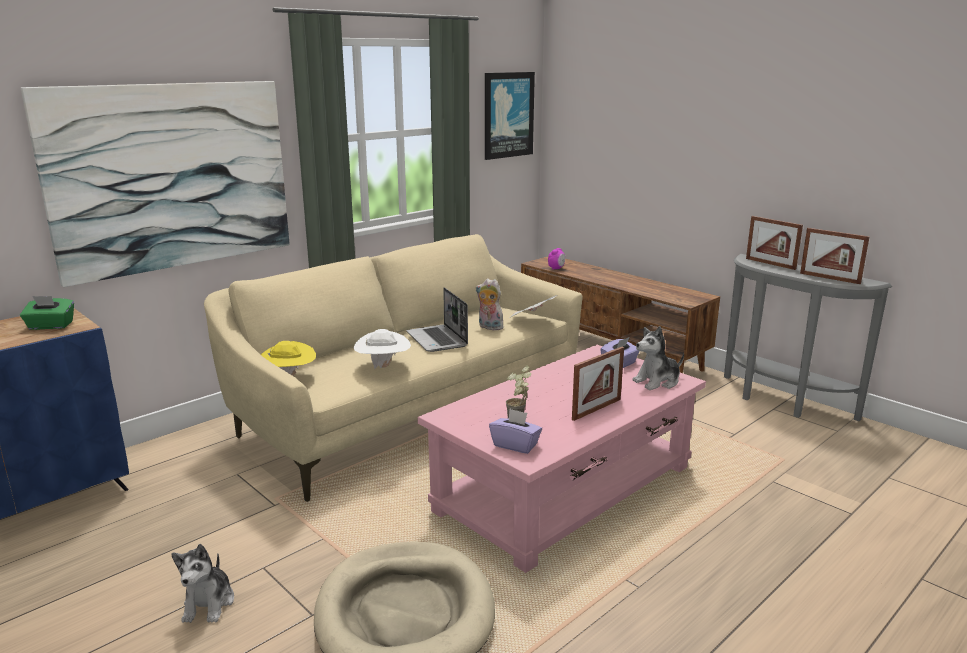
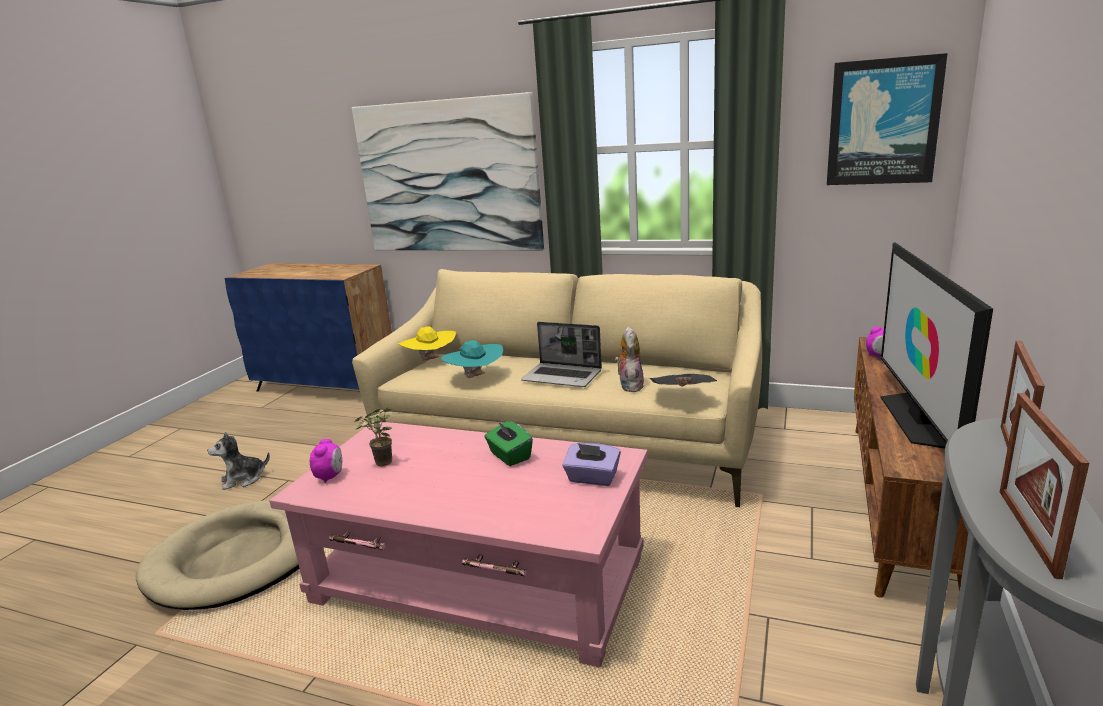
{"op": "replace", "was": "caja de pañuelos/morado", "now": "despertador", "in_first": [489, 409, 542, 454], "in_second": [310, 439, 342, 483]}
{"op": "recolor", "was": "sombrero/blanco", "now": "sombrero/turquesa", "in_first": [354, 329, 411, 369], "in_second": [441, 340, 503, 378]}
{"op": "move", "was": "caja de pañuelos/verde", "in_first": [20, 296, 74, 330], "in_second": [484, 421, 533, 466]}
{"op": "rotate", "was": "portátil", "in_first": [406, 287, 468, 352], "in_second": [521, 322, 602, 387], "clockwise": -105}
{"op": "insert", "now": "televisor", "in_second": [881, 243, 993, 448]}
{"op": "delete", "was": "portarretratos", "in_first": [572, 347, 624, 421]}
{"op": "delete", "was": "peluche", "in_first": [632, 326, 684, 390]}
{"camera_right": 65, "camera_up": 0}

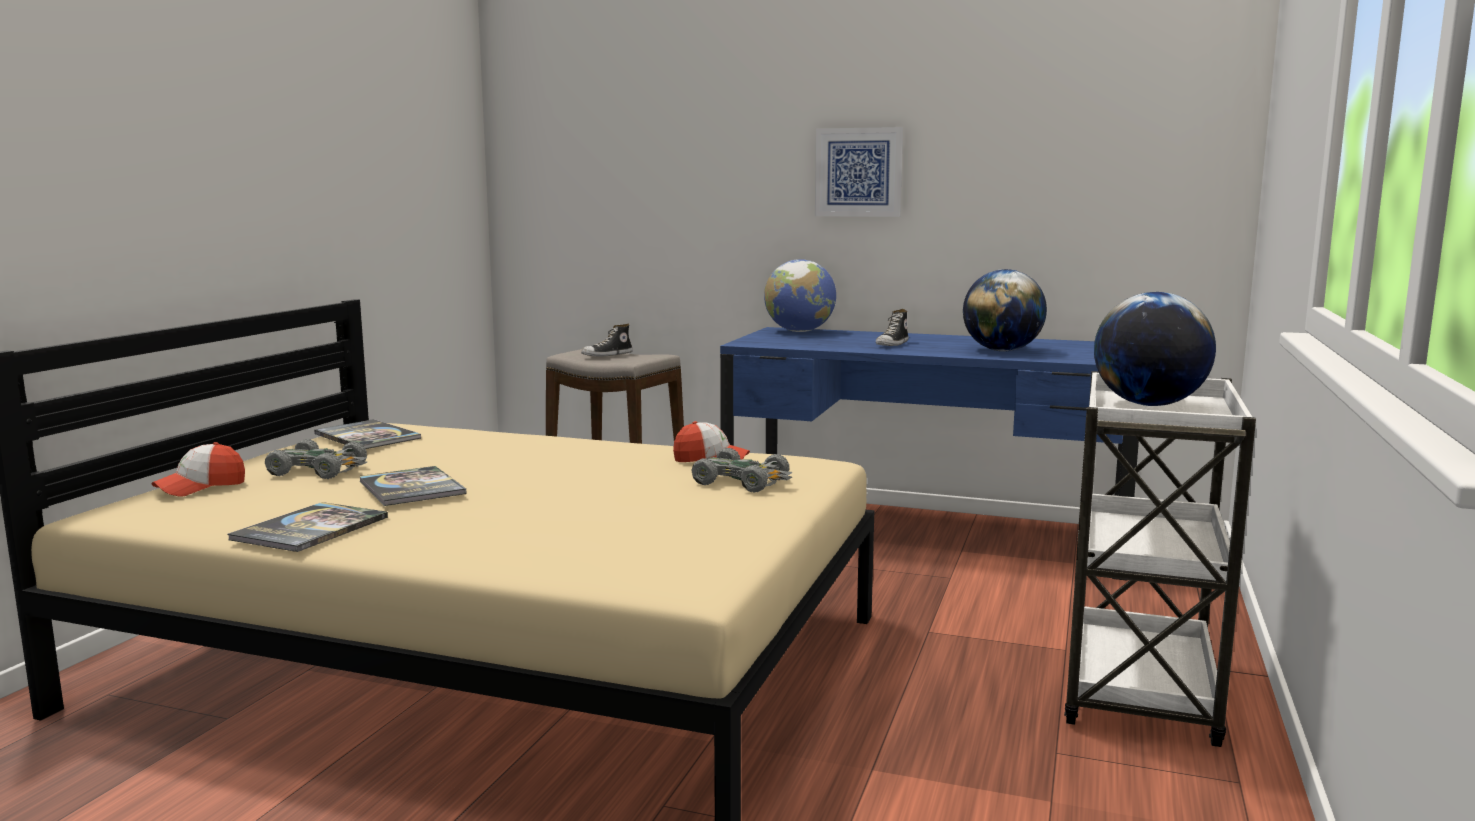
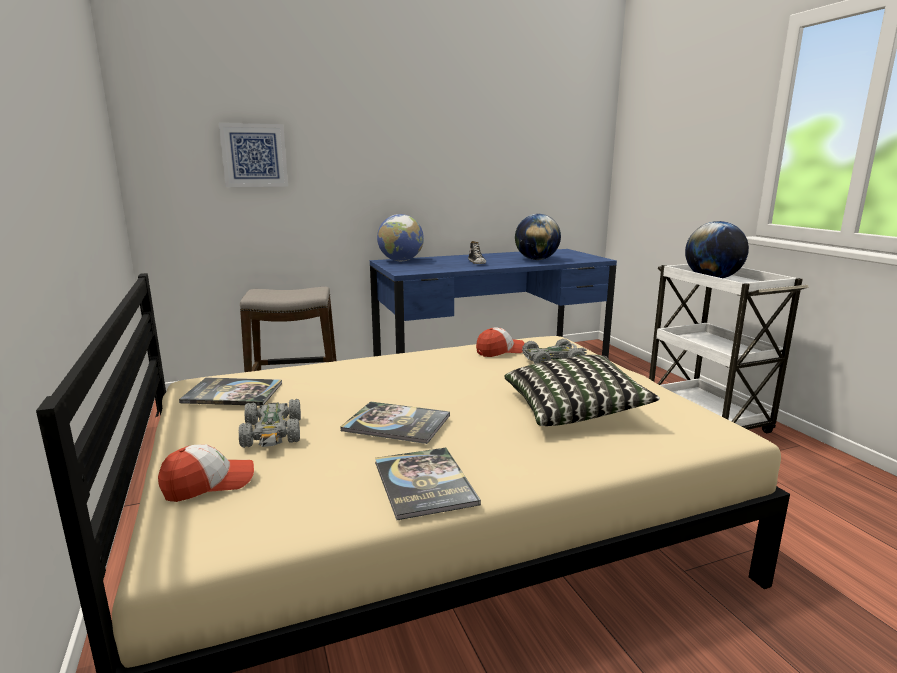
{"op": "rotate", "was": "gorra", "in_first": [151, 442, 245, 497], "in_second": [158, 445, 254, 502], "clockwise": -120}
{"op": "move", "was": "cuadro", "in_first": [815, 127, 903, 217], "in_second": [219, 123, 288, 187]}
{"op": "rotate", "was": "coche de juguete/gris", "in_first": [265, 439, 367, 479], "in_second": [239, 399, 301, 448], "clockwise": 105}
{"op": "insert", "now": "cojín", "in_second": [504, 355, 660, 426]}
{"op": "delete", "was": "zapato", "in_first": [581, 324, 633, 356]}
{"camera_right": -40, "camera_up": 5}

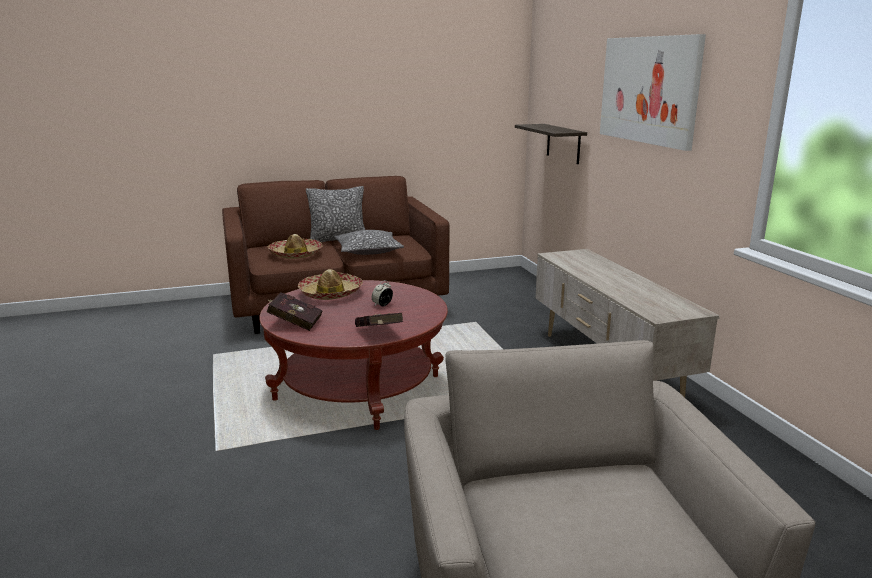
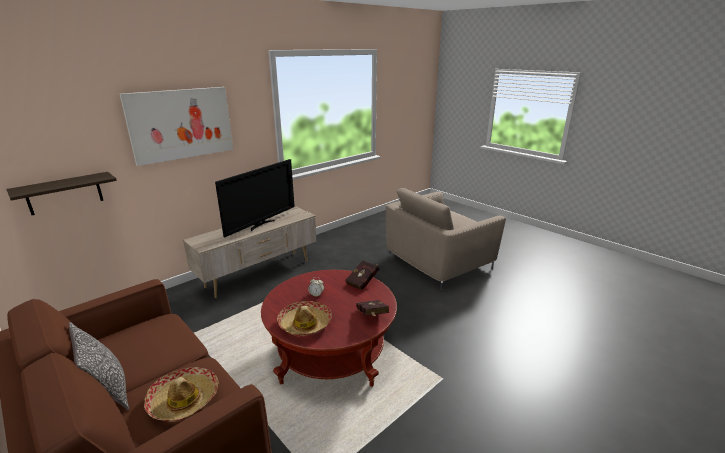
{"op": "insert", "now": "televisor", "in_second": [215, 159, 295, 237]}
{"op": "delete", "was": "cojín", "in_first": [334, 230, 404, 255]}
{"camera_right": -115, "camera_up": 5}

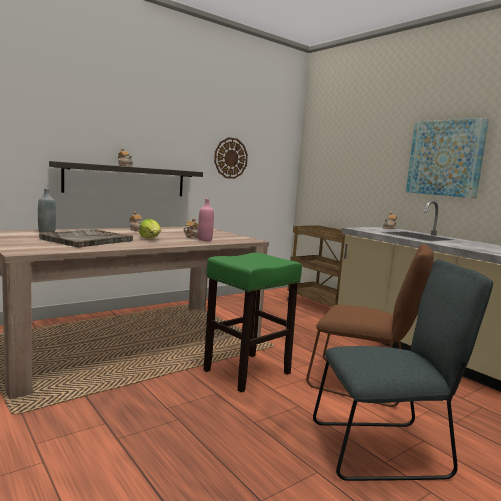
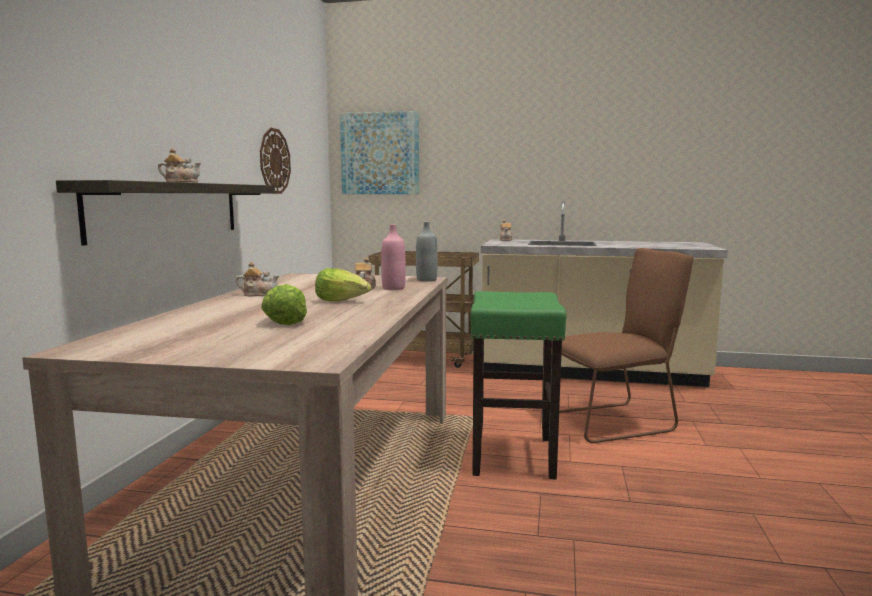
{"op": "replace", "was": "bandeja/gris", "now": "lechuga", "in_first": [39, 229, 133, 248], "in_second": [261, 284, 307, 325]}
{"op": "move", "was": "cuadro", "in_first": [406, 118, 489, 198], "in_second": [340, 111, 419, 194]}
{"op": "move", "was": "botella/gris", "in_first": [38, 189, 56, 233], "in_second": [416, 222, 438, 282]}
{"op": "delete", "was": "silla/gris", "in_first": [313, 260, 493, 481]}
{"camera_right": -40, "camera_up": 0}

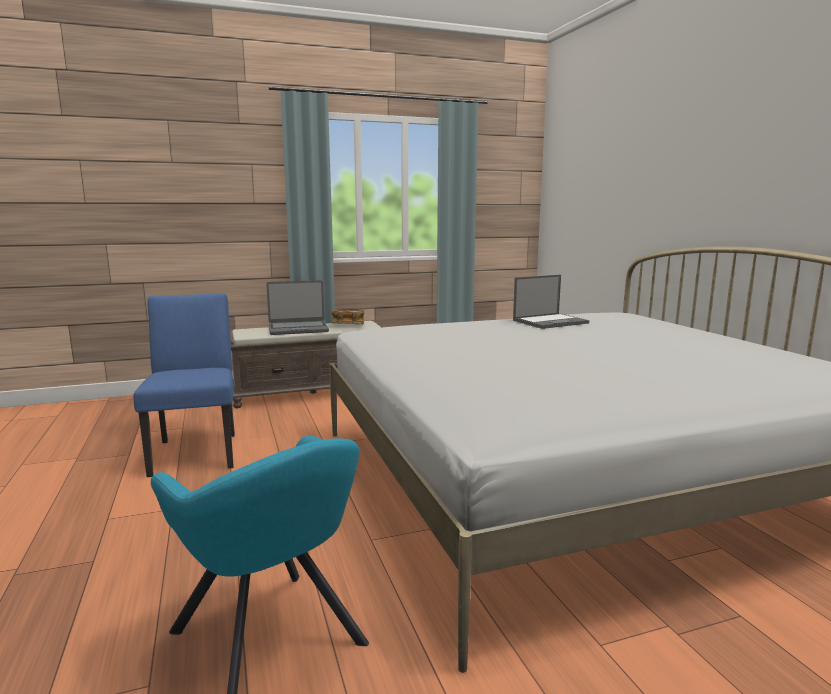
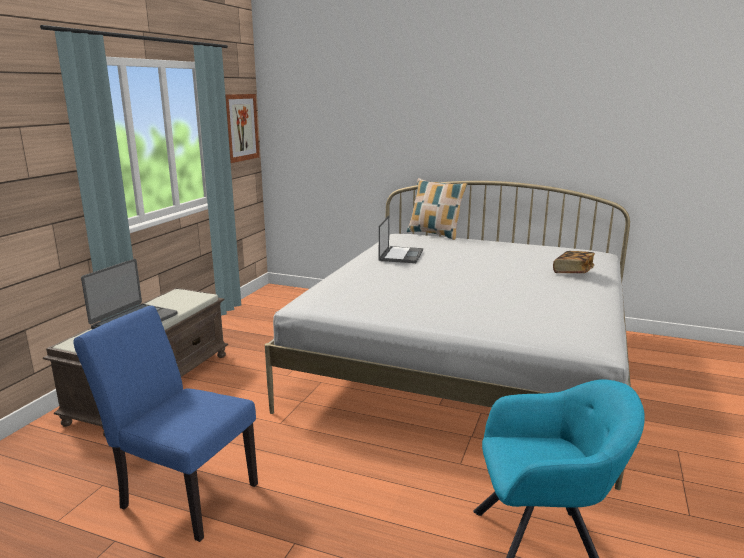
{"op": "insert", "now": "cuadro", "in_second": [225, 94, 259, 163]}
{"op": "insert", "now": "cojín", "in_second": [407, 178, 467, 240]}
{"op": "move", "was": "libro", "in_first": [331, 310, 364, 324], "in_second": [553, 251, 595, 273]}
{"camera_right": -50, "camera_up": 5}

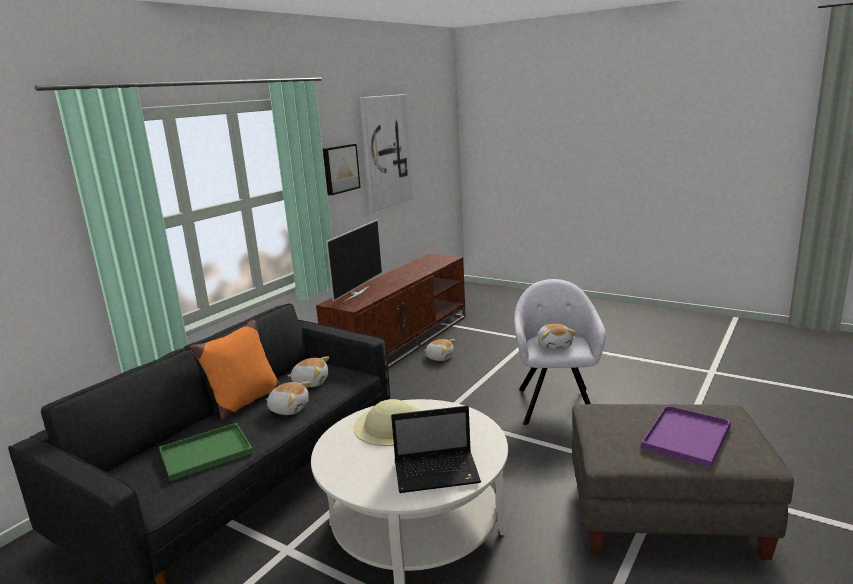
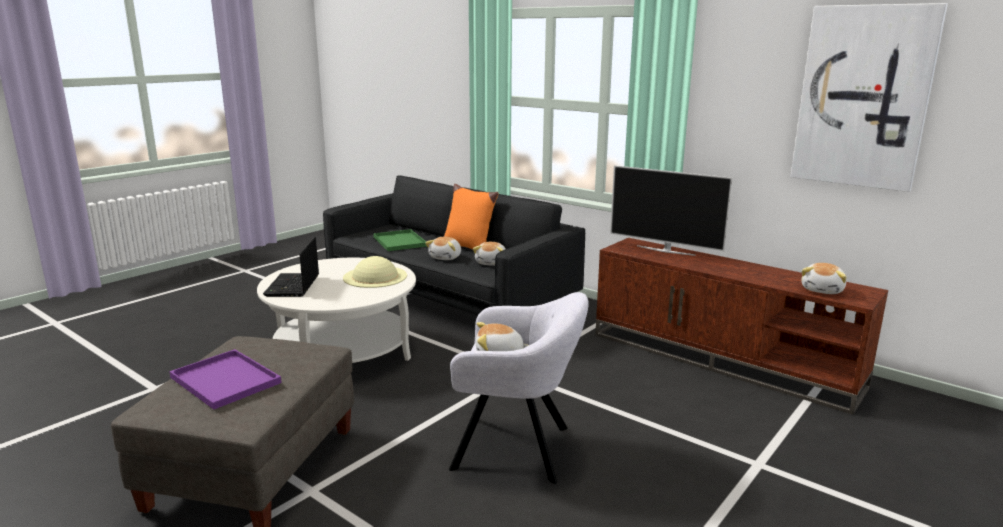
{"op": "move", "was": "peluche", "in_first": [424, 339, 456, 361], "in_second": [801, 263, 847, 294]}
{"op": "delete", "was": "cuadro", "in_first": [323, 144, 361, 195]}
{"camera_right": 95, "camera_up": 0}

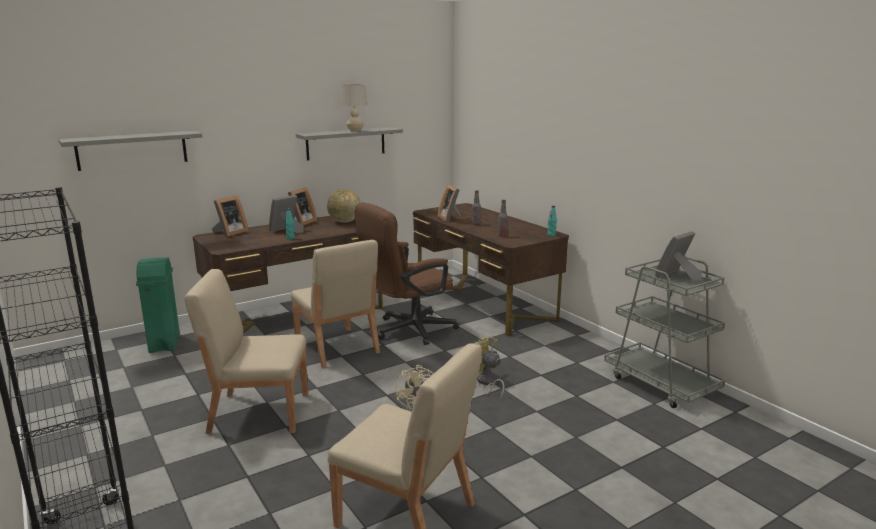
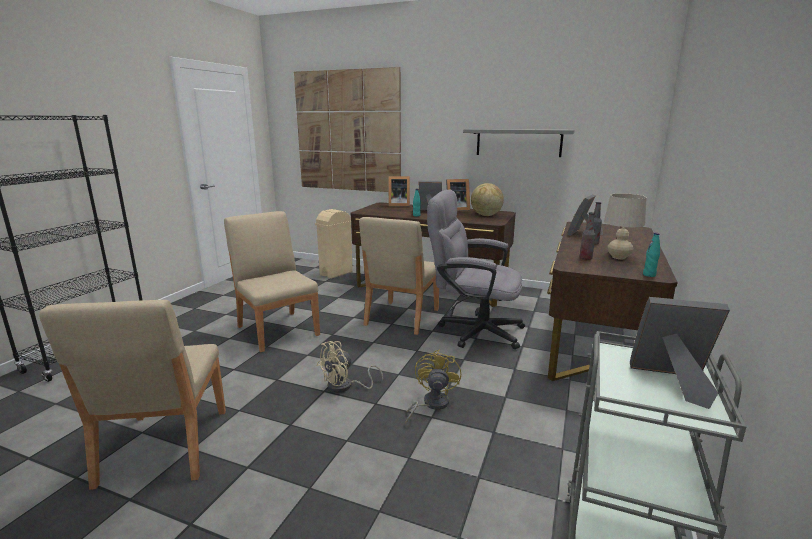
{"op": "replace", "was": "estante/gris", "now": "cuadro", "in_first": [58, 131, 203, 171], "in_second": [294, 67, 401, 192]}
{"op": "recolor", "was": "papelera/verde", "now": "papelera/beis", "in_first": [136, 257, 180, 353], "in_second": [315, 209, 353, 279]}
{"op": "recolor", "was": "silla de oficina/marrón", "now": "silla de oficina/gris", "in_first": [355, 202, 459, 345], "in_second": [427, 189, 525, 349]}
{"op": "move", "was": "lámpara de mesa/beis", "in_first": [341, 84, 368, 132], "in_second": [604, 193, 647, 259]}
{"camera_right": 55, "camera_up": 0}

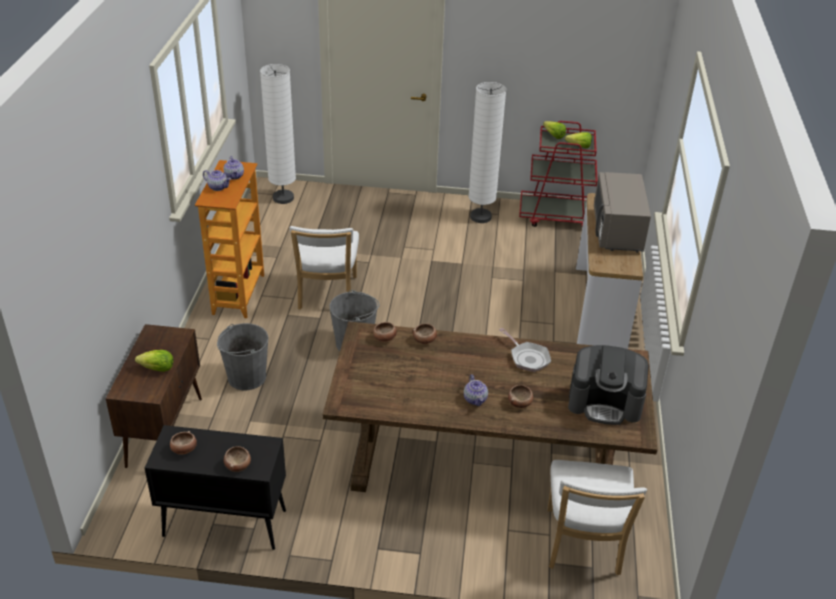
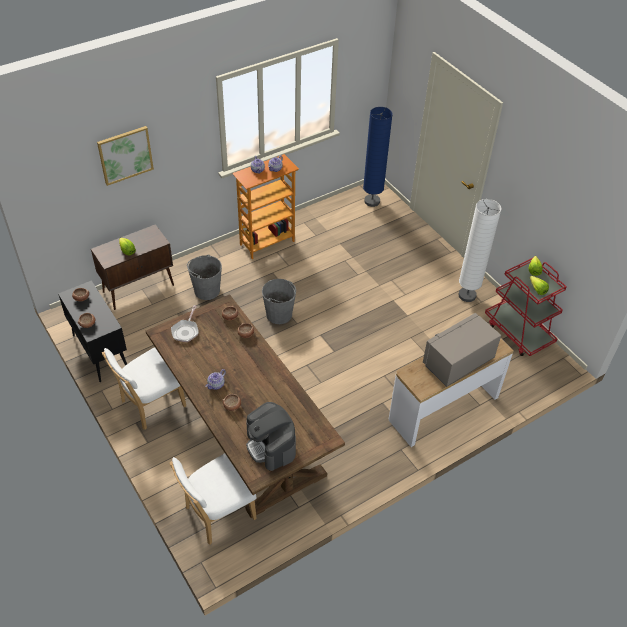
{"op": "insert", "now": "cuadro", "in_second": [97, 126, 154, 186]}
{"op": "move", "was": "silla/blanco", "in_first": [290, 226, 359, 310], "in_second": [102, 348, 186, 430]}
{"op": "move", "was": "sartén", "in_first": [499, 328, 551, 372], "in_second": [171, 305, 199, 342]}
{"op": "recolor", "was": "lámpara de pie/blanco", "now": "lámpara de pie/azul", "in_first": [260, 64, 296, 204], "in_second": [363, 107, 393, 207]}
{"camera_right": 50, "camera_up": 10}

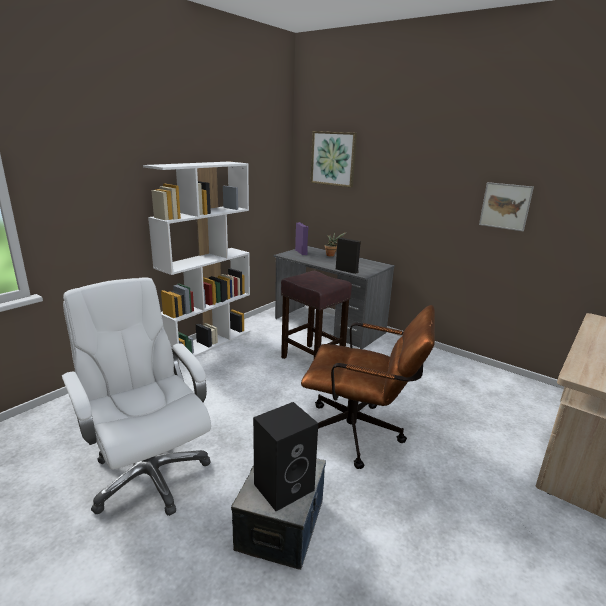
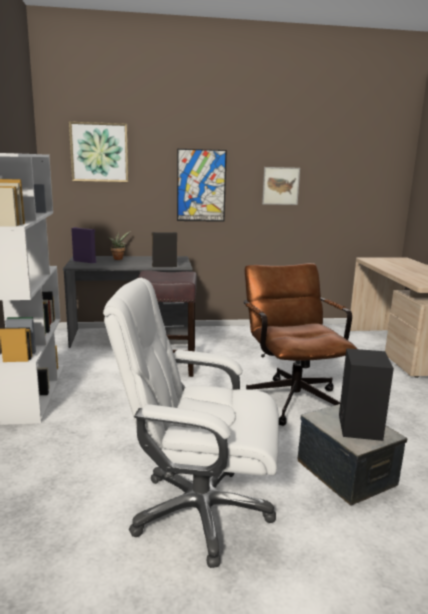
{"op": "insert", "now": "cuadro", "in_second": [177, 149, 227, 222]}
{"op": "rotate", "was": "silla de oficina/marrón", "in_first": [301, 305, 435, 469], "in_second": [244, 263, 357, 426], "clockwise": -75}
{"camera_right": -45, "camera_up": -5}

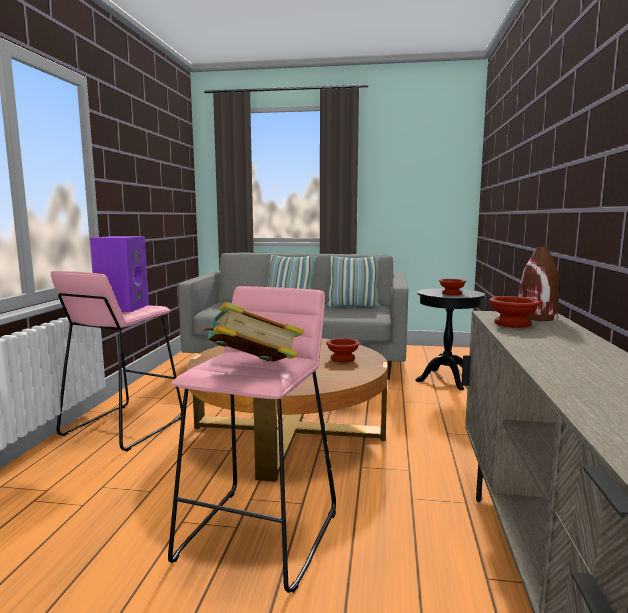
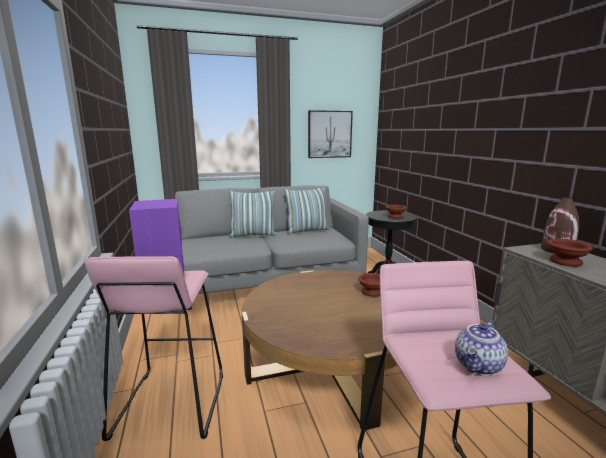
{"op": "insert", "now": "cuadro", "in_second": [308, 110, 353, 158]}
{"op": "replace", "was": "libro", "now": "tetera", "in_first": [201, 302, 304, 362], "in_second": [455, 320, 508, 375]}
{"camera_right": -25, "camera_up": 5}

